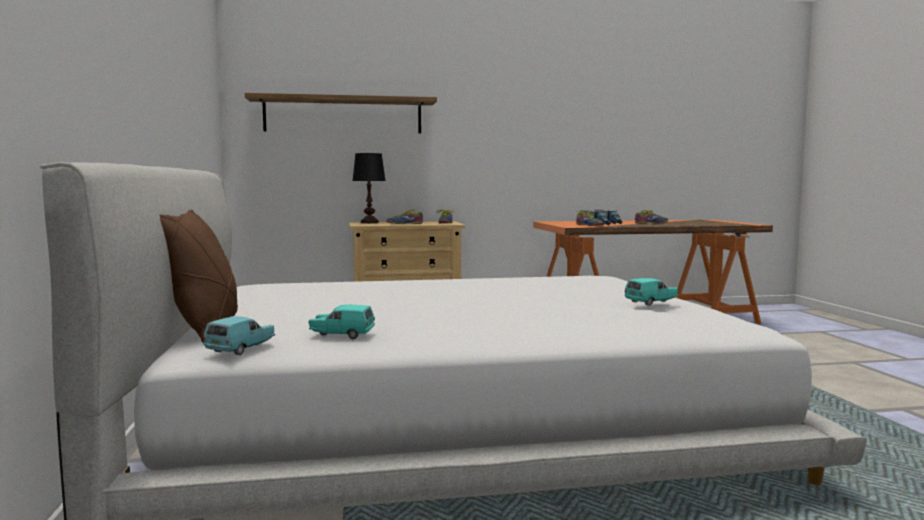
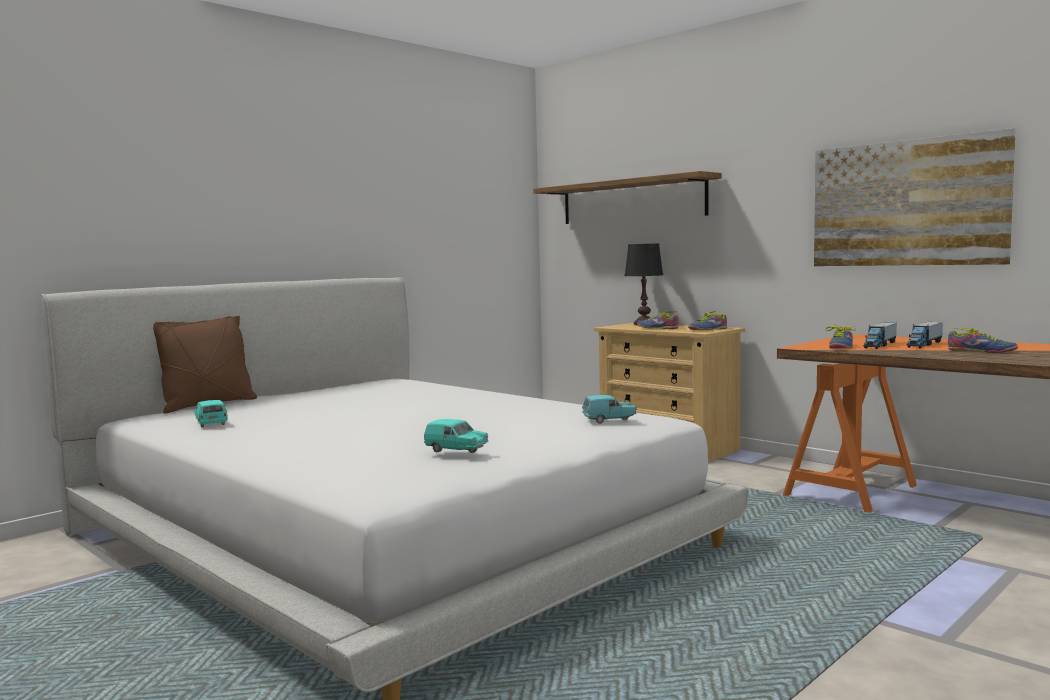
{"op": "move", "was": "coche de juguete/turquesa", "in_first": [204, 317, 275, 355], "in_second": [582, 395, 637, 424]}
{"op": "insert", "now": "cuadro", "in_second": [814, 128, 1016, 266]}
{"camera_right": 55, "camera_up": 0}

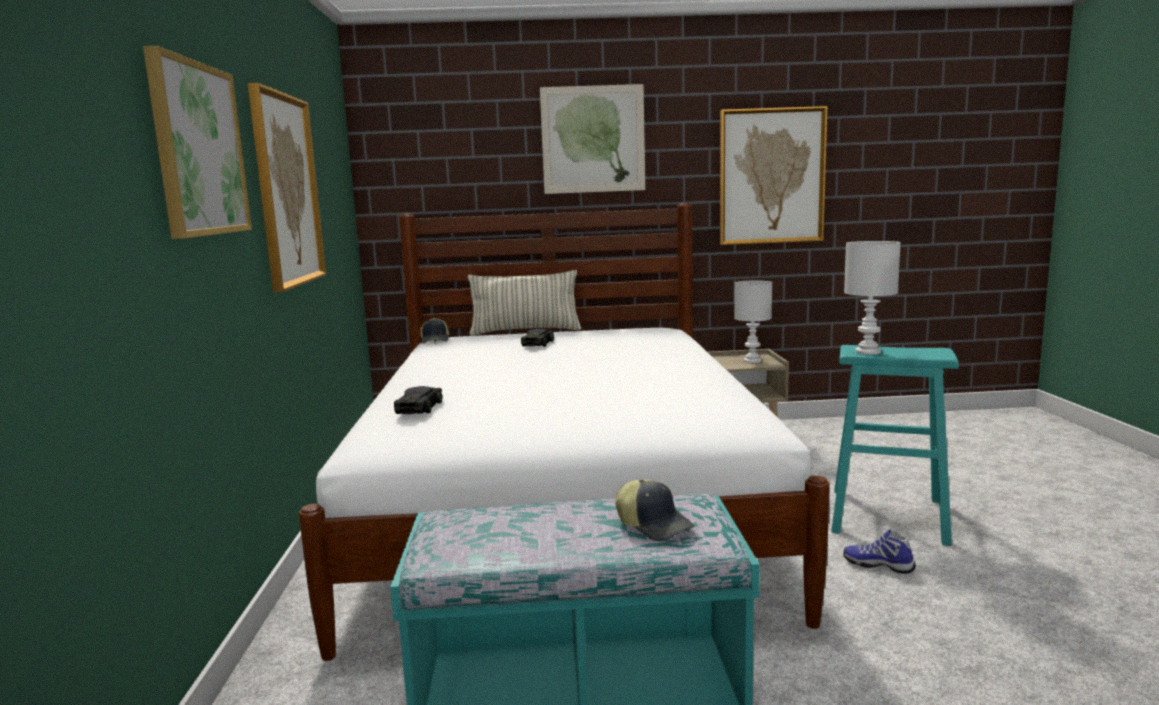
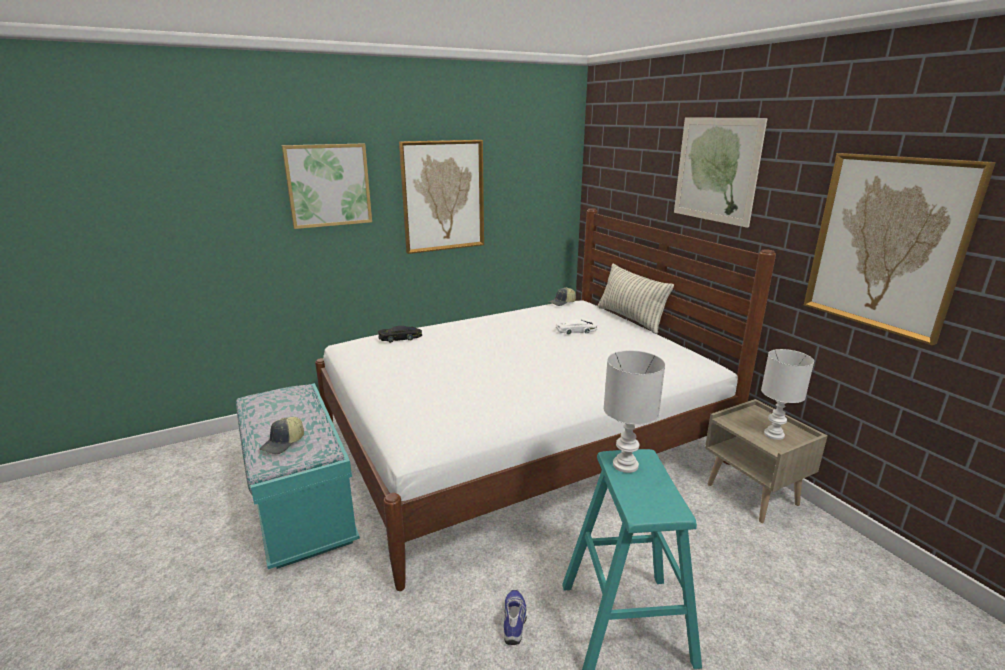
{"op": "recolor", "was": "coche de juguete/negro", "now": "coche de juguete/blanco", "in_first": [521, 329, 554, 347], "in_second": [556, 319, 597, 335]}
{"camera_right": 65, "camera_up": 10}

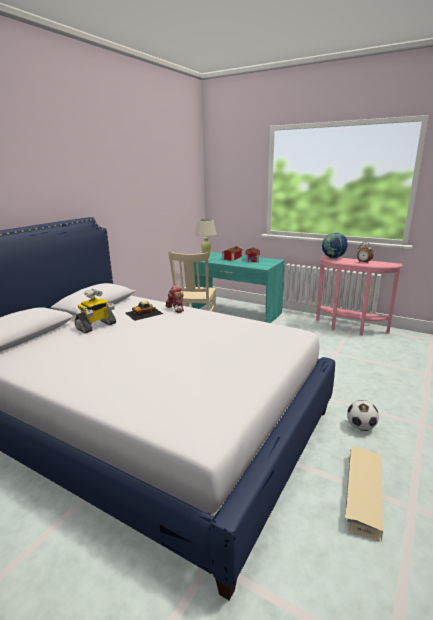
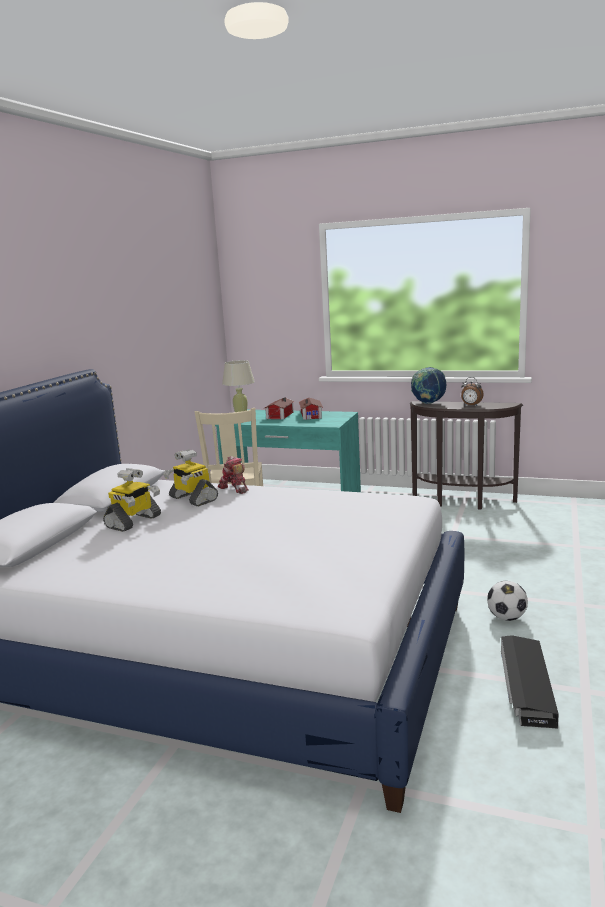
{"op": "replace", "was": "coche de juguete", "now": "robot de juguete", "in_first": [126, 301, 163, 321], "in_second": [163, 449, 218, 506]}
{"op": "recolor", "was": "mesa consola/rosa", "now": "mesa consola/marrón", "in_first": [316, 256, 403, 336], "in_second": [410, 401, 523, 510]}
{"op": "recolor", "was": "caja de almacenaje/beis", "now": "caja de almacenaje/negro", "in_first": [346, 446, 383, 541], "in_second": [501, 635, 559, 729]}
{"camera_right": -10, "camera_up": -5}

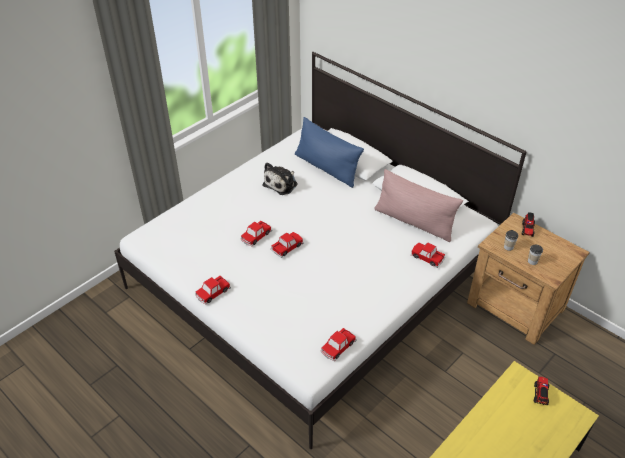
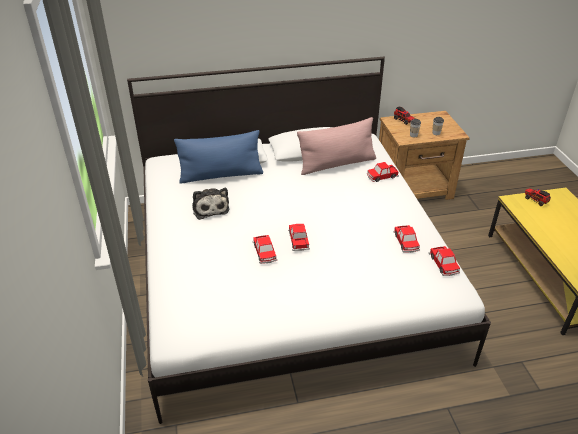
{"op": "move", "was": "coche de juguete", "in_first": [195, 276, 231, 305], "in_second": [393, 225, 420, 253]}
{"camera_right": -55, "camera_up": -5}

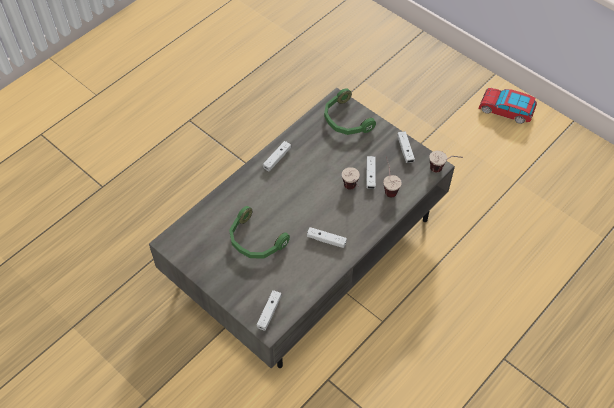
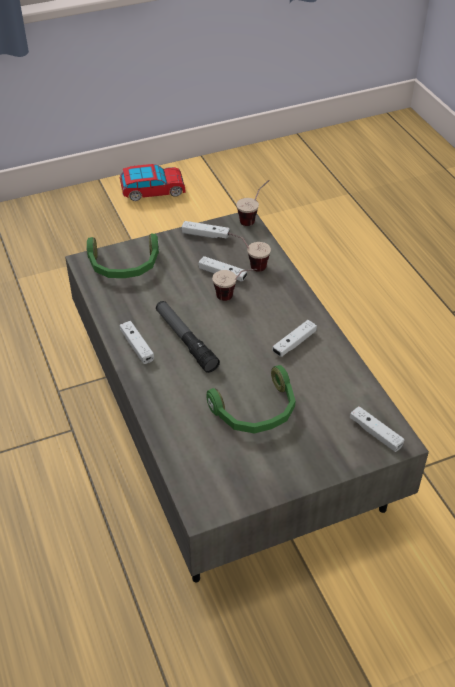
{"op": "rotate", "was": "coche de juguete", "in_first": [479, 88, 537, 124], "in_second": [120, 164, 186, 201], "clockwise": -150}
{"op": "insert", "now": "linterna", "in_second": [156, 301, 220, 373]}
{"camera_right": -65, "camera_up": -10}

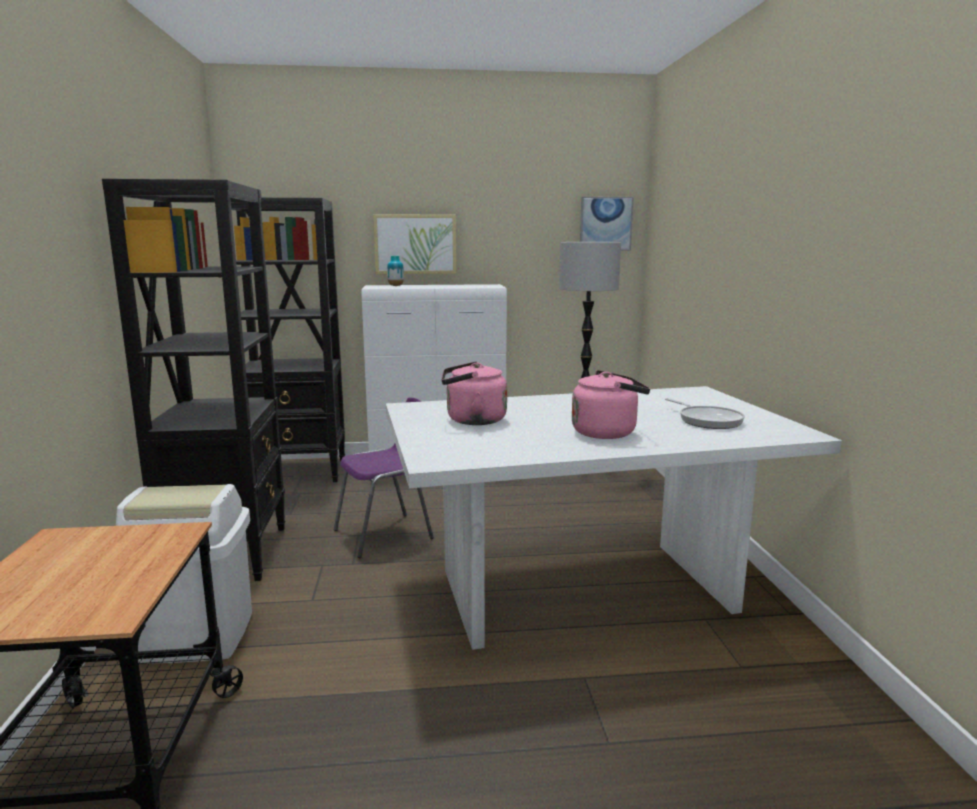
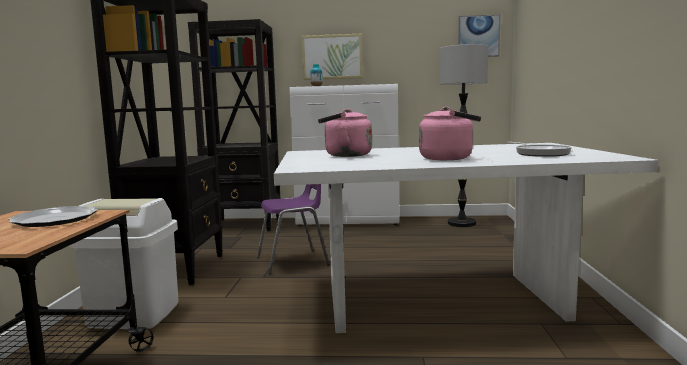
{"op": "insert", "now": "plato", "in_second": [9, 206, 98, 227]}
{"camera_right": 10, "camera_up": -5}

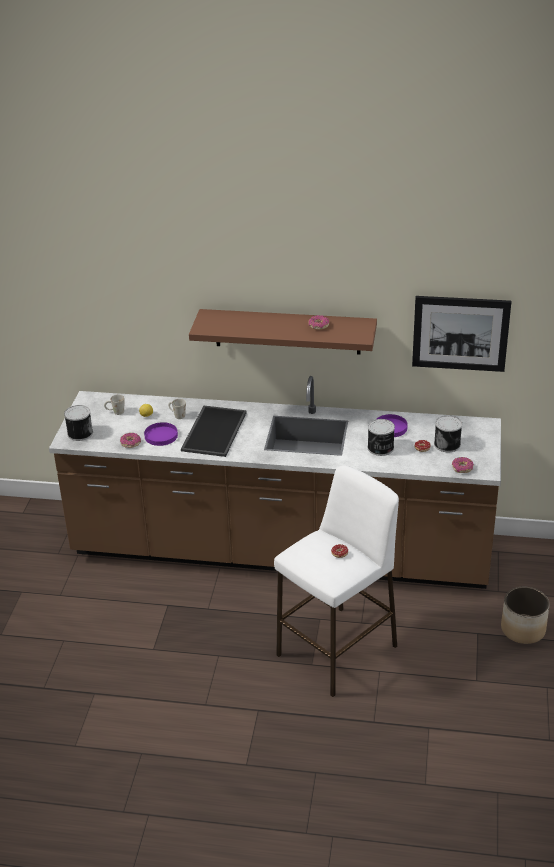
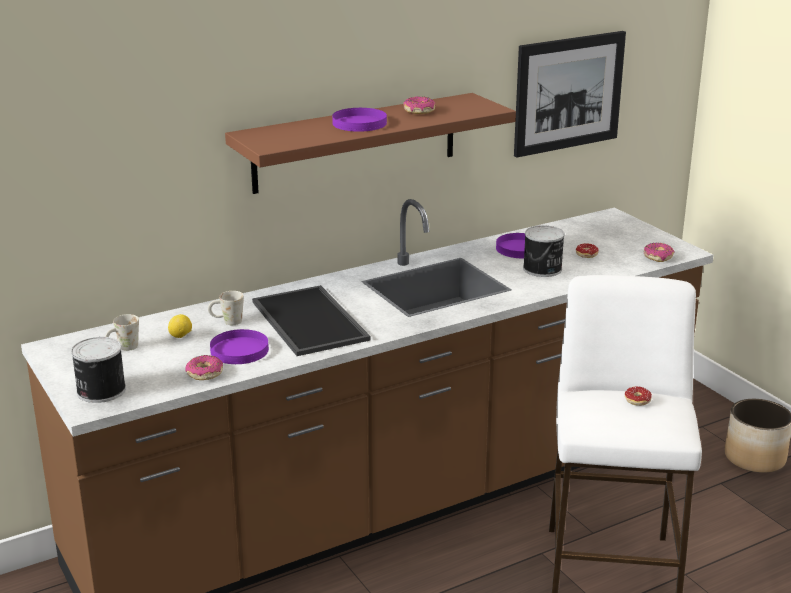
{"op": "insert", "now": "plato/morado", "in_second": [332, 108, 387, 132]}
{"op": "delete", "was": "lata", "in_first": [434, 415, 462, 452]}
{"camera_right": -40, "camera_up": -10}

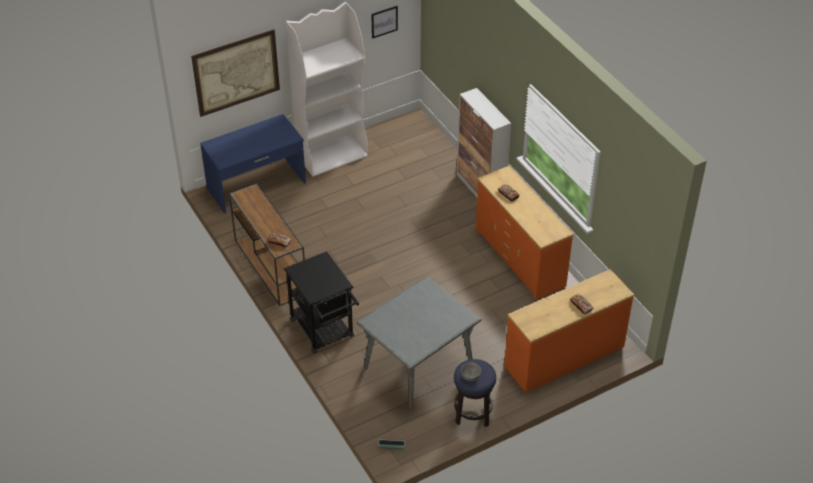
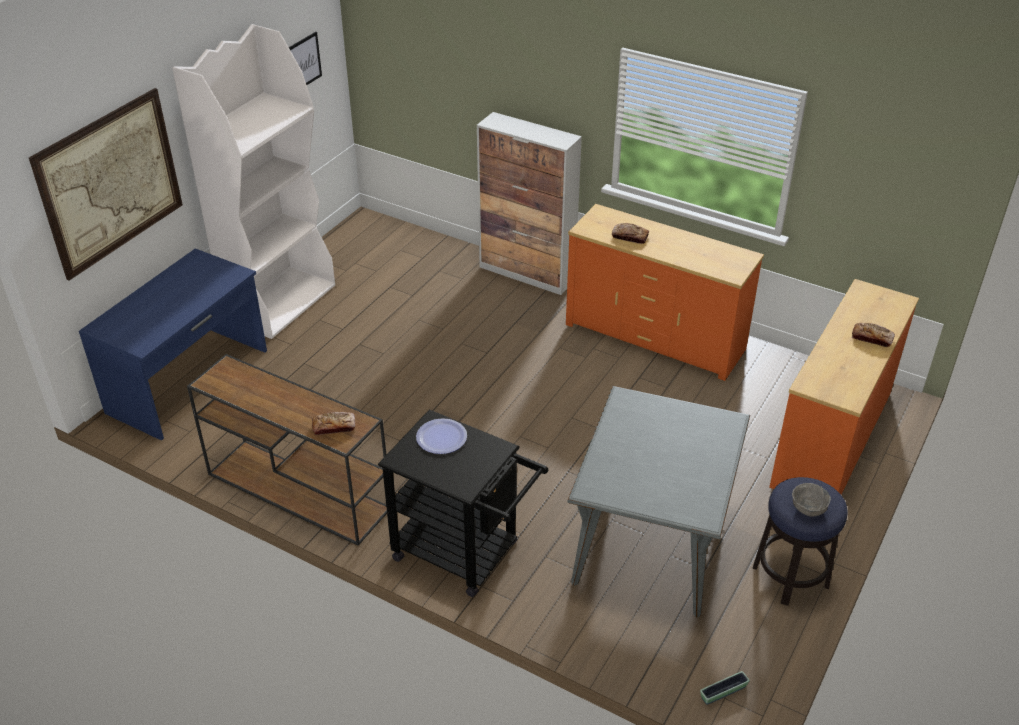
{"op": "insert", "now": "plato", "in_second": [416, 418, 467, 454]}
{"camera_right": -30, "camera_up": -5}

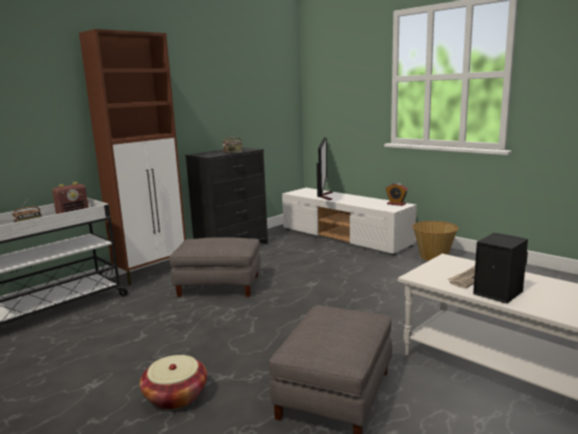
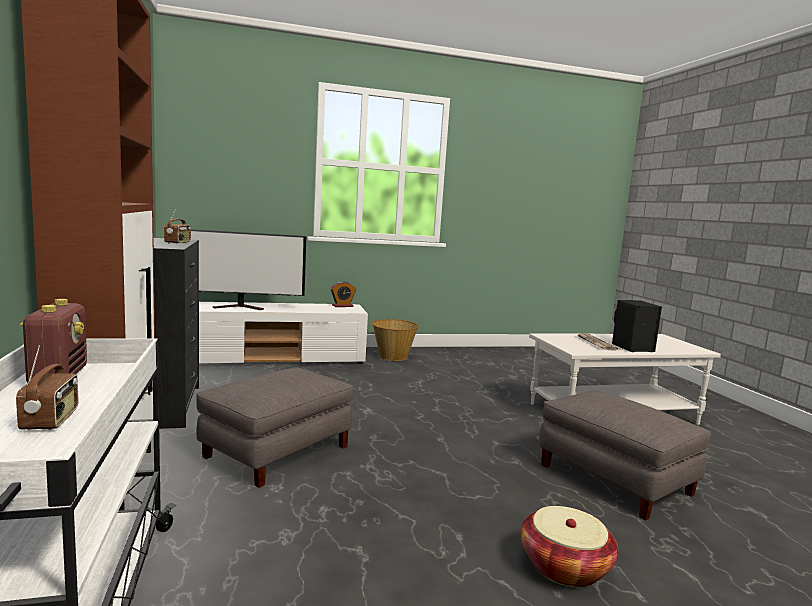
{"op": "rotate", "was": "televisor", "in_first": [317, 137, 333, 200], "in_second": [191, 229, 306, 310], "clockwise": 135}
{"camera_right": -60, "camera_up": -5}

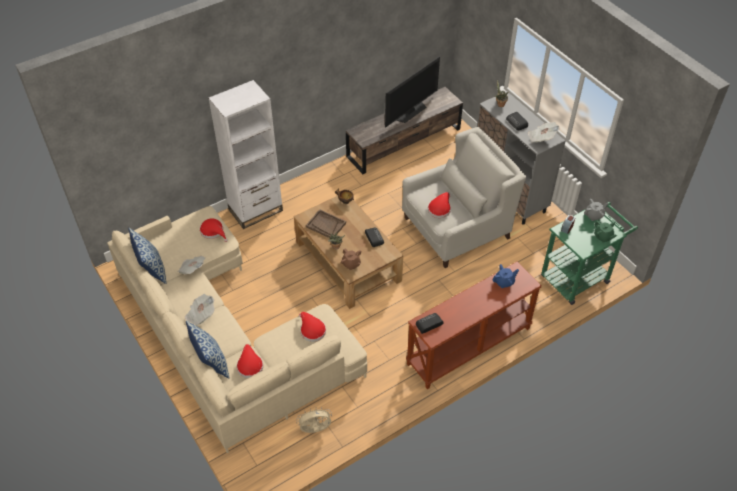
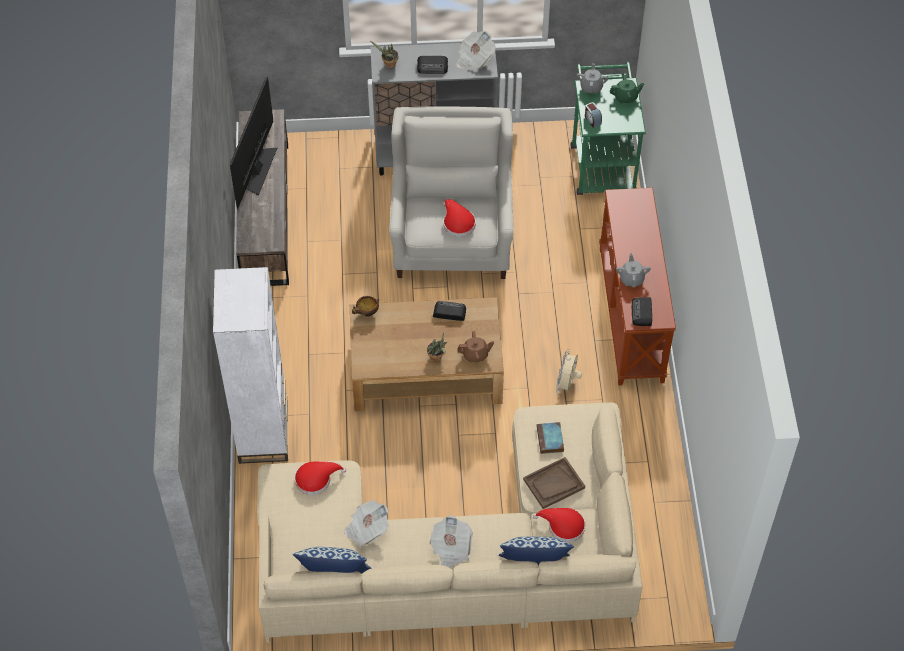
{"op": "rotate", "was": "televisor", "in_first": [385, 56, 440, 128], "in_second": [230, 77, 277, 209], "clockwise": -150}
{"op": "move", "was": "bandeja/marrón", "in_first": [306, 209, 346, 238], "in_second": [523, 457, 585, 509]}
{"op": "replace", "was": "sombrero/rojo", "now": "libro", "in_first": [299, 312, 326, 342], "in_second": [537, 422, 564, 454]}
{"op": "move", "was": "ventilador/beis", "in_first": [296, 407, 332, 433], "in_second": [556, 349, 582, 393]}
{"op": "insert", "now": "tetera/gris", "in_second": [616, 253, 651, 287]}
{"op": "delete", "was": "tetera/azul", "in_first": [492, 264, 519, 288]}
{"camera_right": -60, "camera_up": 5}

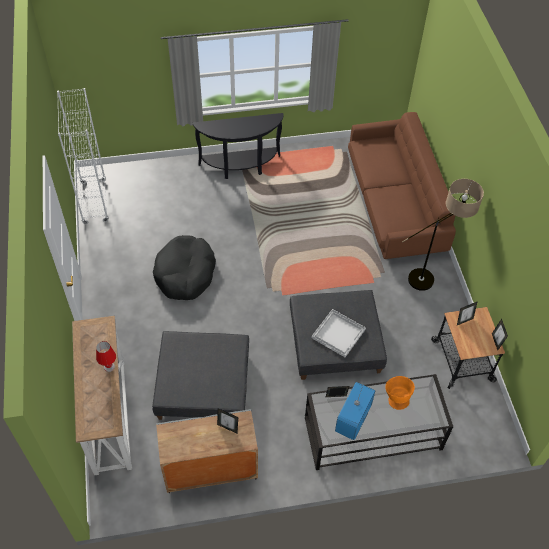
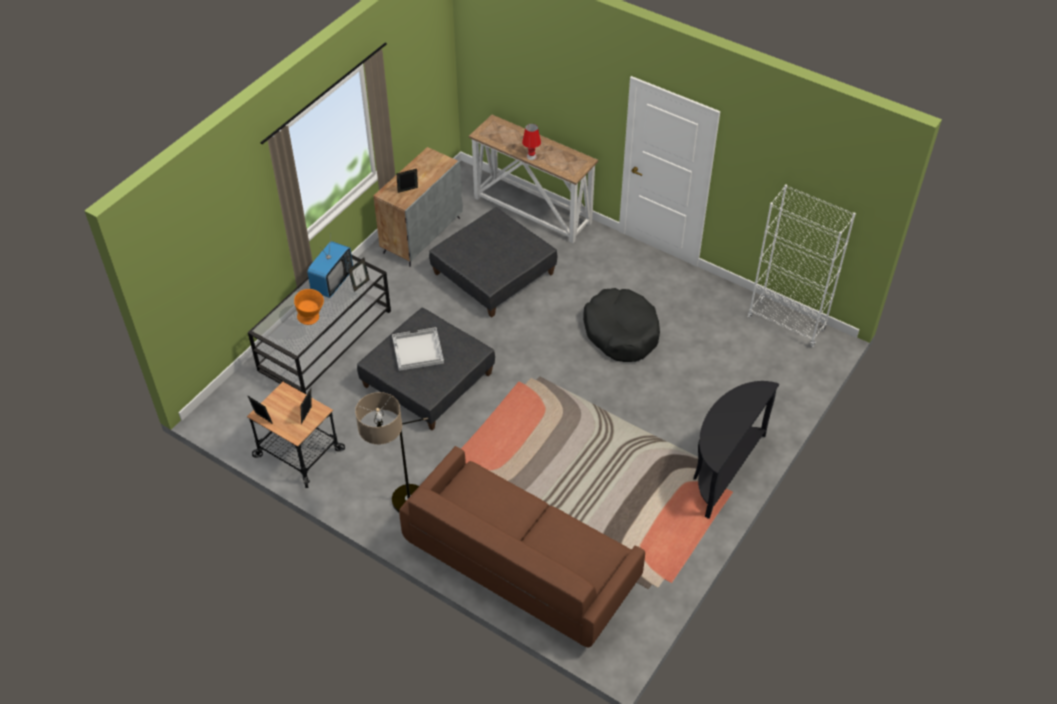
{"op": "rotate", "was": "televisor", "in_first": [335, 382, 375, 440], "in_second": [307, 237, 353, 298], "clockwise": 45}
{"camera_right": 135, "camera_up": -5}

